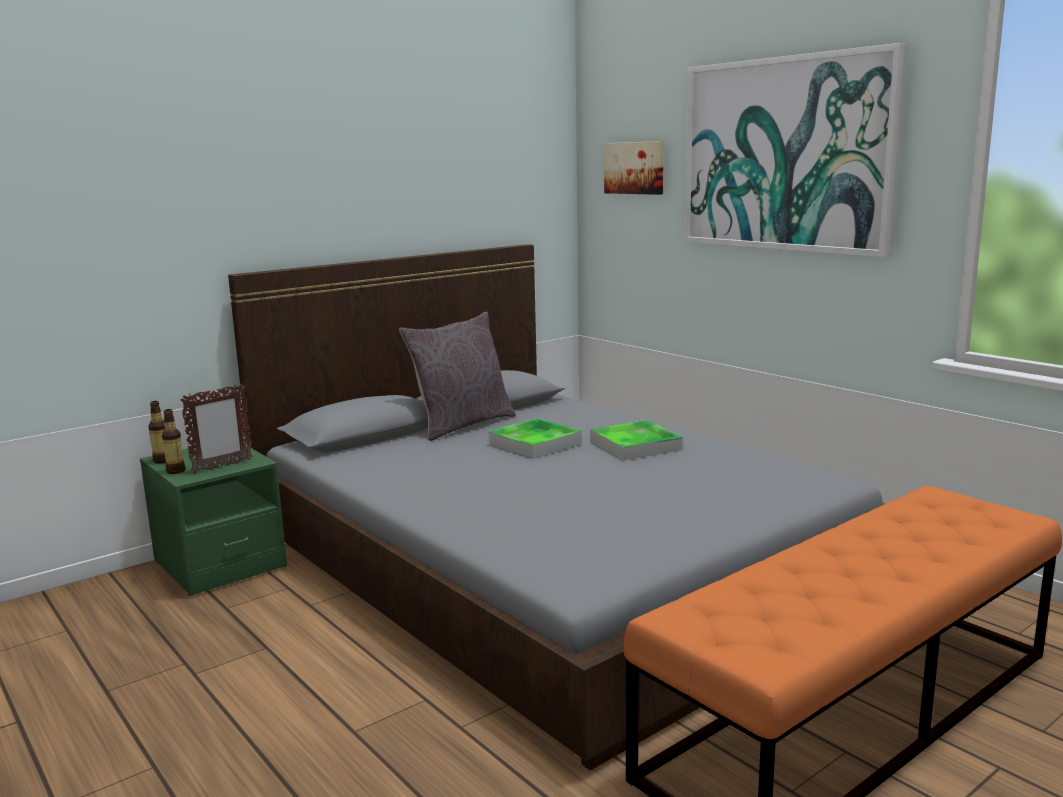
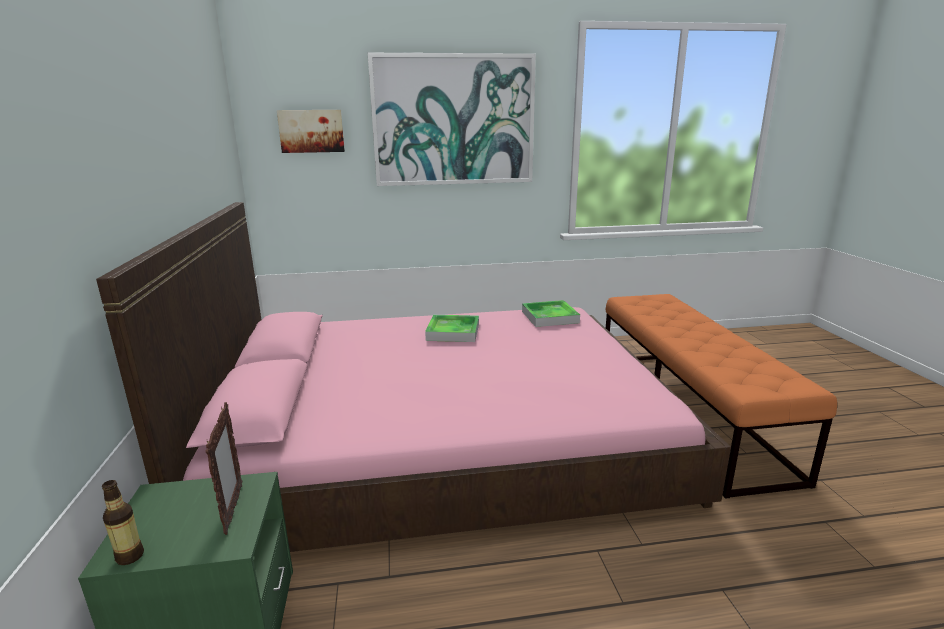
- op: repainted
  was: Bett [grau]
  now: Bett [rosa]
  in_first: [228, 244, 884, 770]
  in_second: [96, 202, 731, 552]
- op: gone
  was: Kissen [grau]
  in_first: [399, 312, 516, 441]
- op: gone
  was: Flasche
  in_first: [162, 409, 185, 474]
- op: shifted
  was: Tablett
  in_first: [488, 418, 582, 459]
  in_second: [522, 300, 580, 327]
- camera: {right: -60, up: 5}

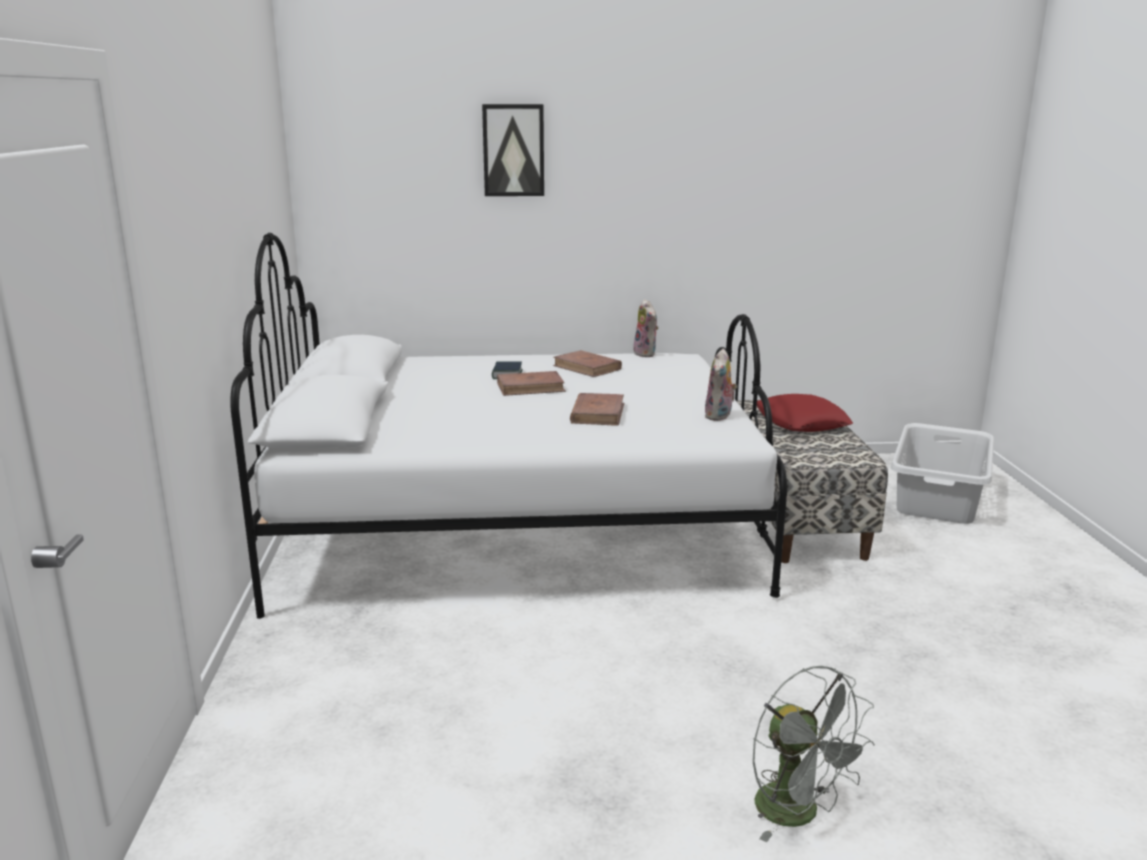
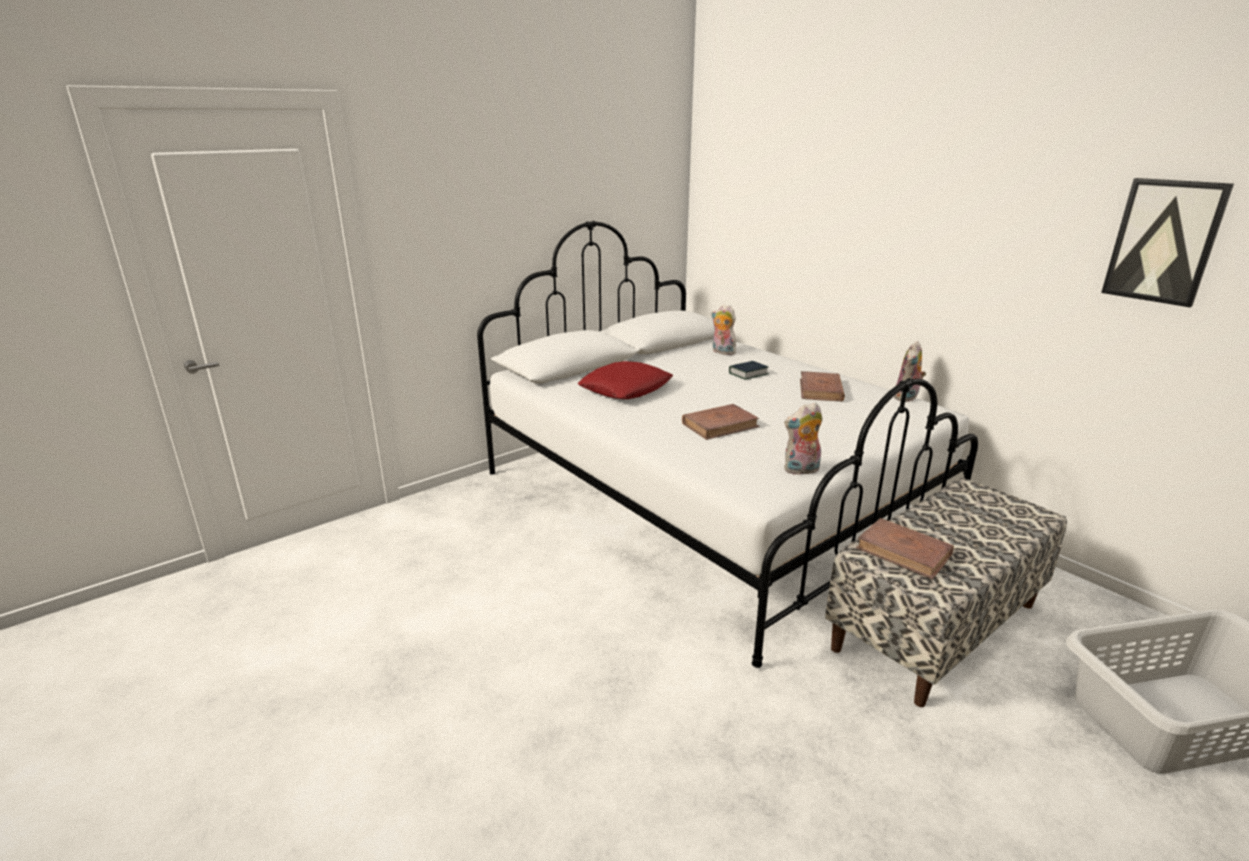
- op: shifted
  was: Bild
  in_first: [482, 104, 544, 196]
  in_second: [1101, 178, 1234, 307]
- op: shifted
  was: Buch [braun]
  in_first: [497, 371, 566, 396]
  in_second: [856, 518, 954, 580]
- op: shifted
  was: Kissen [rot]
  in_first: [757, 394, 853, 432]
  in_second: [578, 361, 673, 399]
- op: gone
  was: Ventilator [grau]
  in_first: [753, 666, 875, 842]
- op: new
  now: Plüschtier
  in_second: [711, 304, 736, 355]
- camera: {right: 55, up: 5}

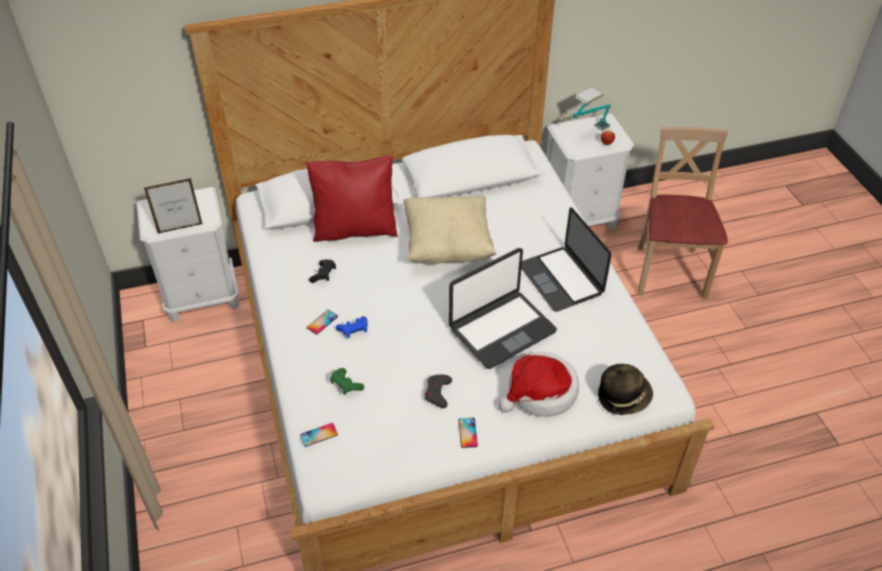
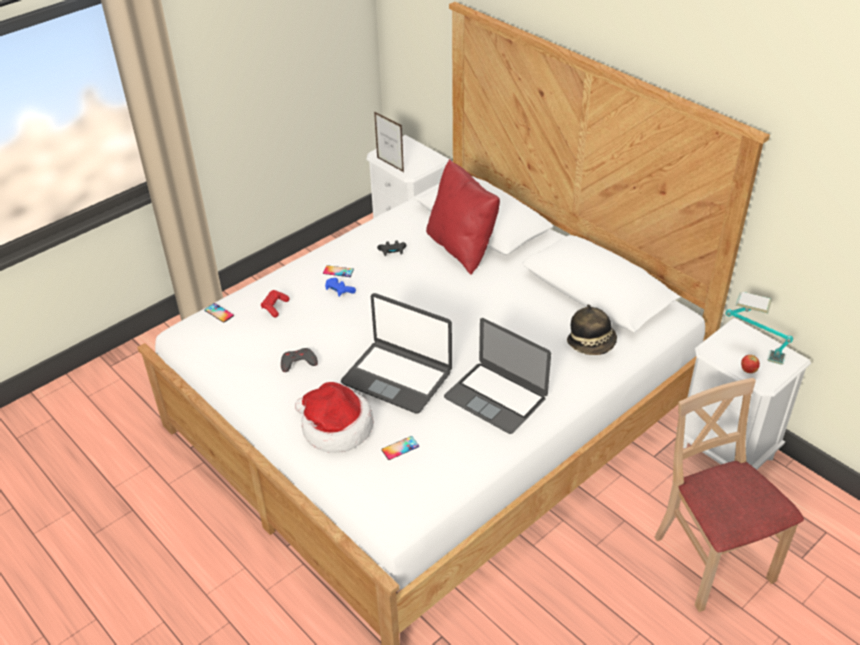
- op: rotated
  was: Stuhl [beige]
  in_first: [638, 127, 728, 299]
  in_second: [654, 378, 804, 612]
  clockwise: -90
- op: gone
  was: Kissen [beige]
  in_first: [404, 195, 497, 264]
- op: rotated
  was: Laptop
  in_first: [521, 207, 612, 312]
  in_second: [444, 318, 551, 434]
  clockwise: -90
- op: shifted
  was: Hut
  in_first: [598, 364, 653, 415]
  in_second: [567, 304, 617, 355]
- op: repainted
  was: Gamepad [grün]
  now: Gamepad [rot]
  in_first: [330, 368, 364, 395]
  in_second: [261, 290, 290, 317]
- op: shifted
  was: Handy
  in_first: [459, 418, 478, 448]
  in_second: [381, 436, 419, 460]
- camera: {right: 65, up: -5}

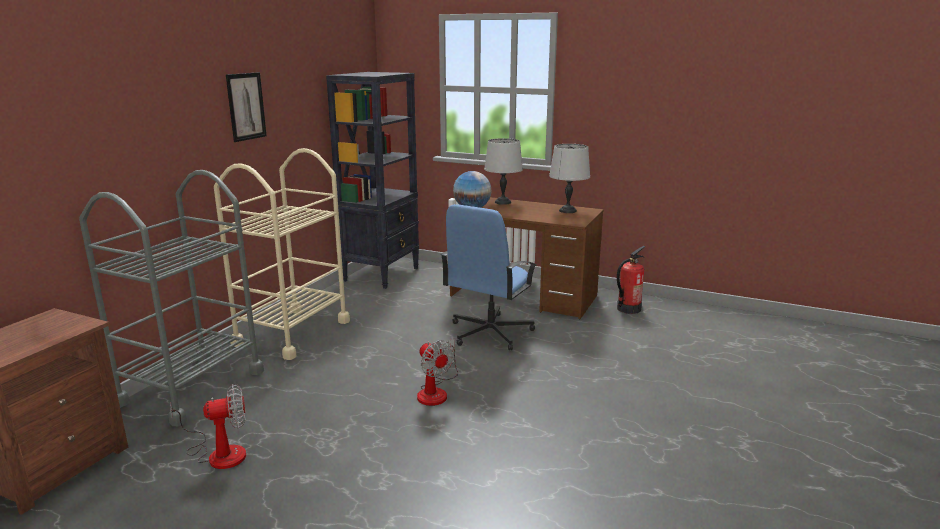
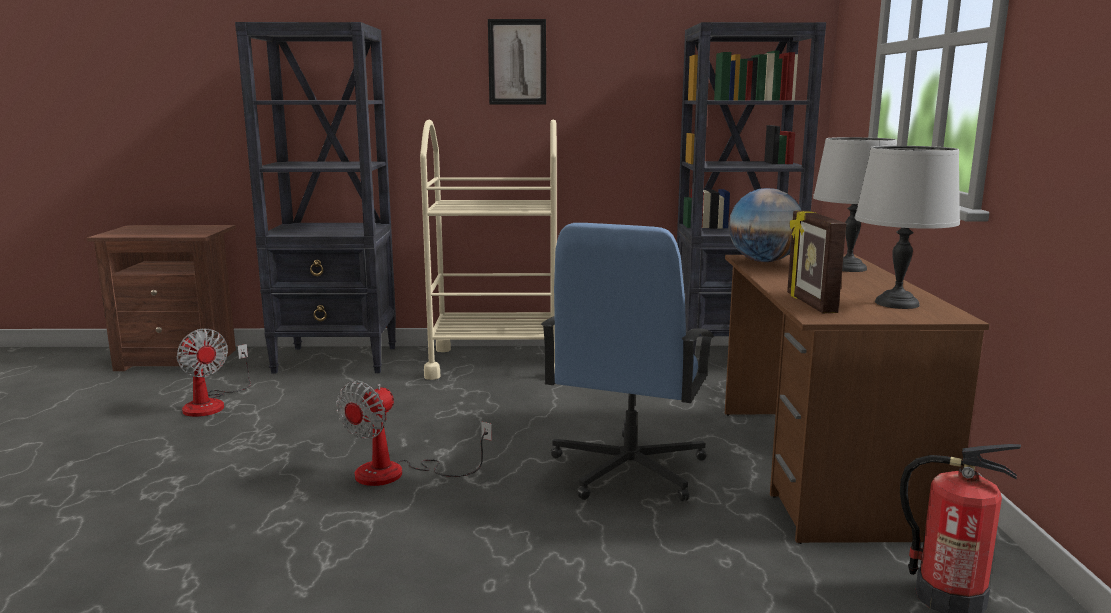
- op: swapped
  was: Rollwagen [grau]
  now: Bücherregal [schwarz]
  in_first: [79, 170, 264, 426]
  in_second: [235, 22, 396, 374]
- op: rotated
  was: Bürostuhl [blau]
  in_first: [441, 204, 536, 350]
  in_second: [541, 223, 714, 501]
  clockwise: -75
- op: new
  now: Bilderrahmen
  in_second: [787, 210, 846, 313]
- camera: {right: 65, up: -5}

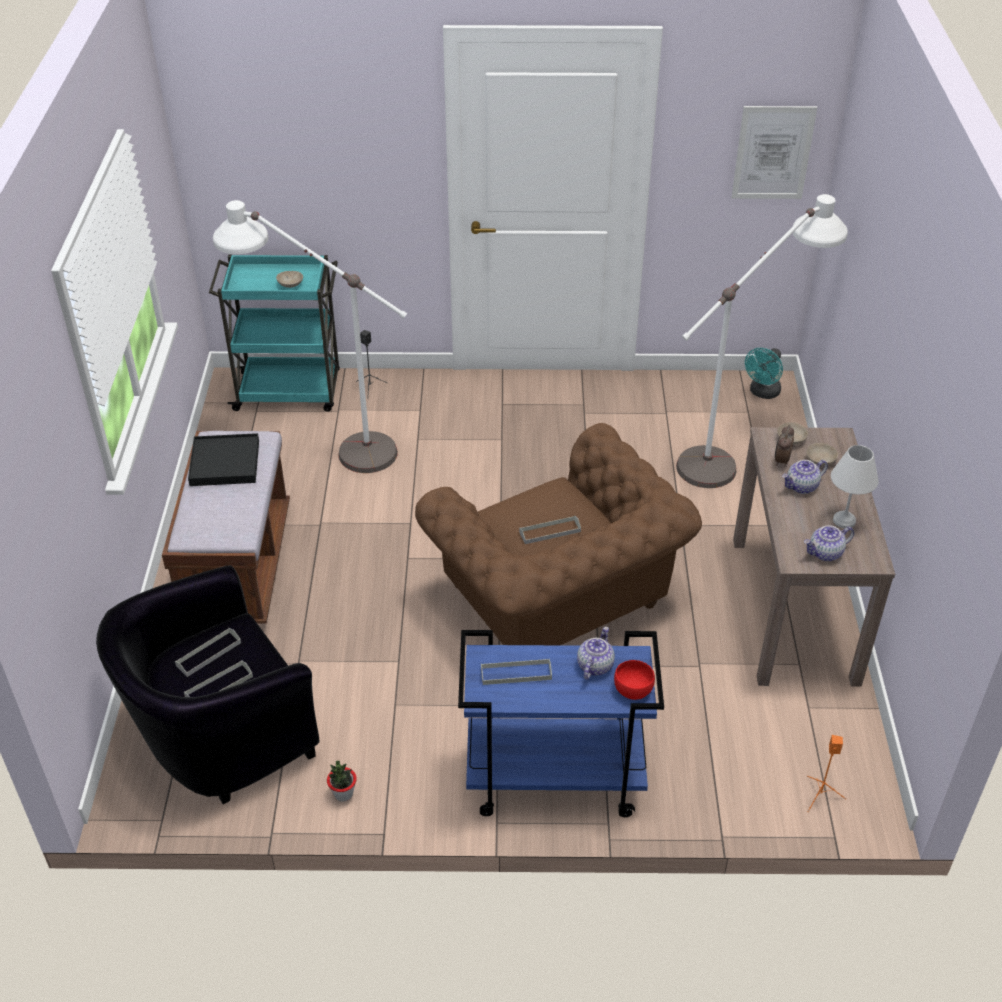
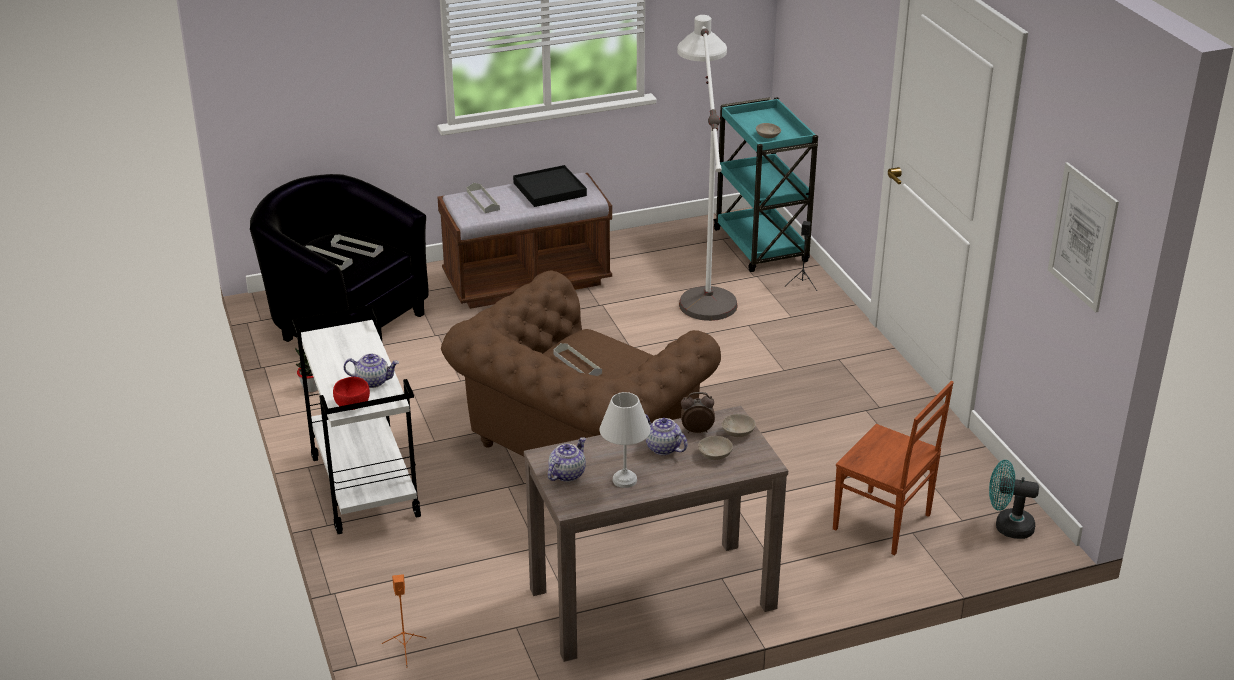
- op: swapped
  was: Stehlampe [weiß]
  now: Stuhl [braun]
  in_first: [676, 194, 848, 488]
  in_second: [833, 381, 954, 555]
- op: rotated
  was: Teekanne
  in_first: [804, 525, 854, 561]
  in_second: [548, 437, 586, 482]
  clockwise: 75
- op: repainted
  was: Rollwagen [blau]
  now: Rollwagen [weiß]
  in_first: [458, 630, 664, 817]
  in_second: [292, 304, 421, 534]
- op: shifted
  was: Tablett [grau]
  in_first: [481, 659, 552, 685]
  in_second: [467, 183, 500, 213]
- camera: {right: 70, up: -10}

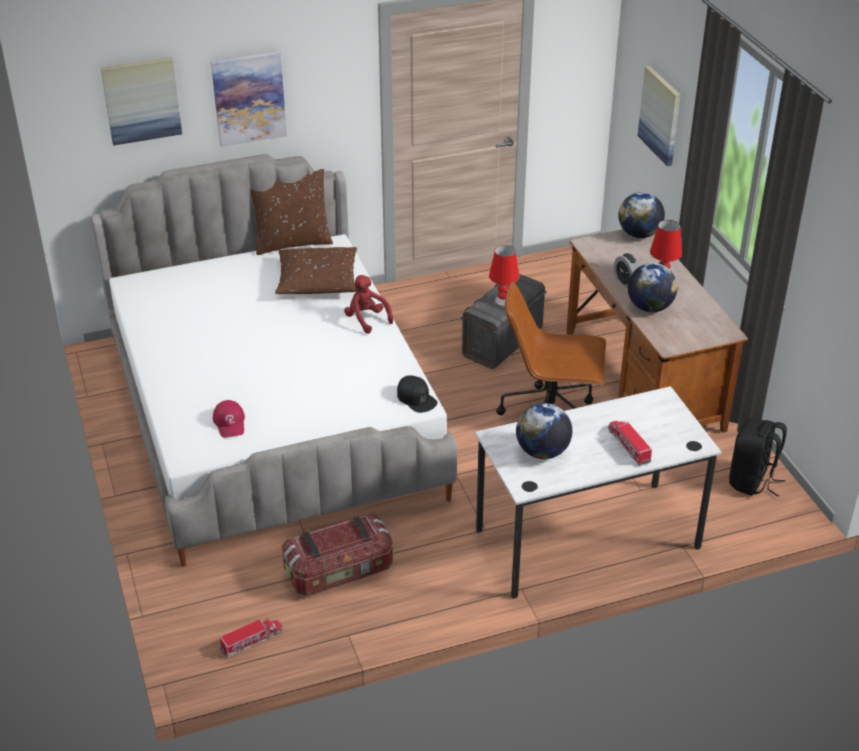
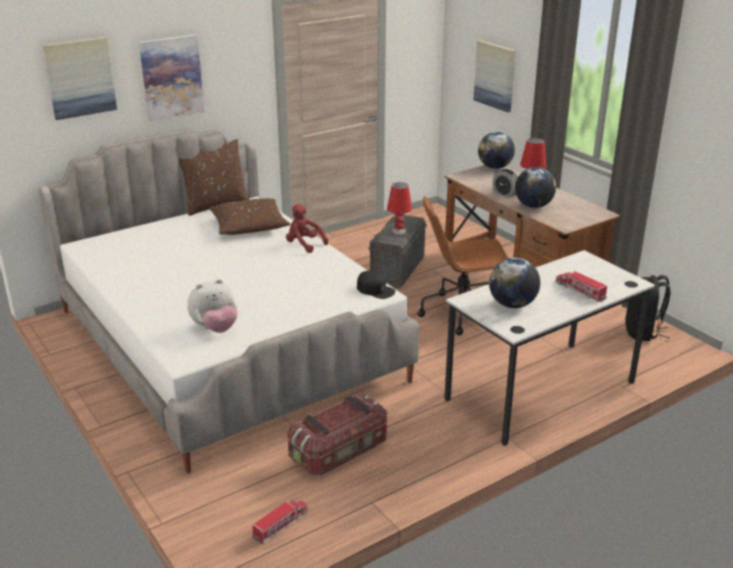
- op: swapped
  was: Kappe [rot]
  now: Plüschtier
  in_first: [213, 400, 245, 438]
  in_second: [187, 279, 238, 333]
- camera: {right: -15, up: -10}

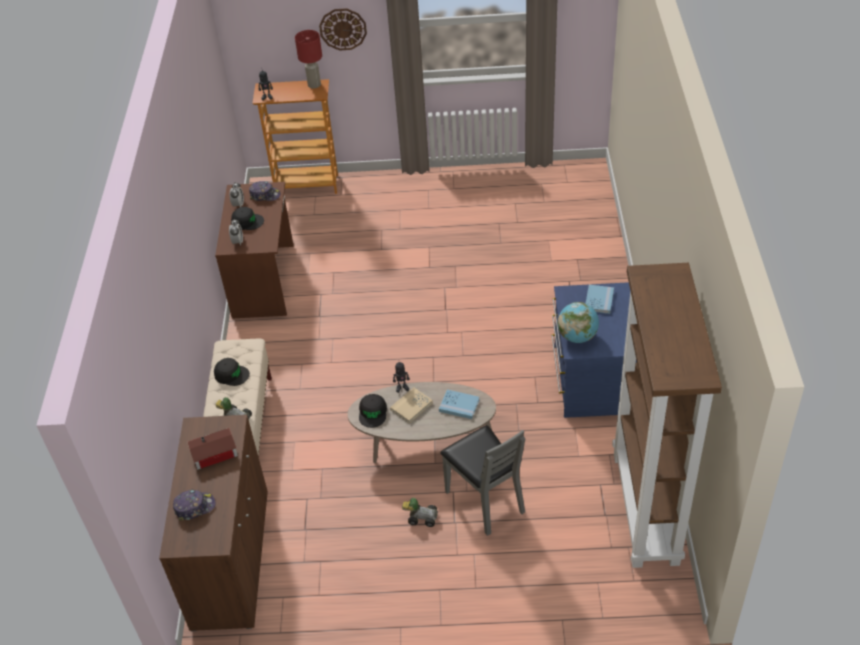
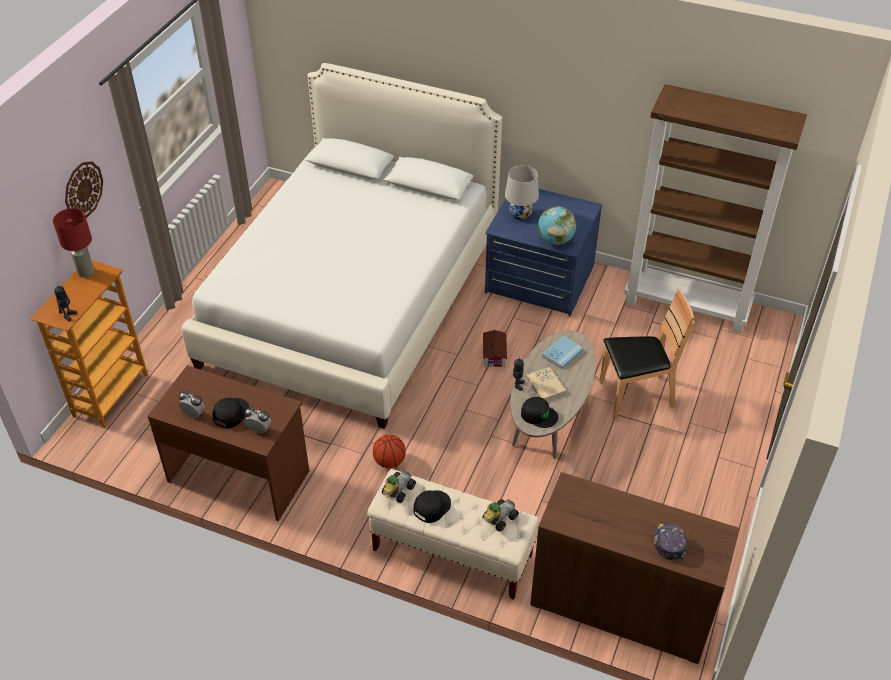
- op: gone
  was: Kappe
  in_first: [249, 181, 280, 201]
- op: swapped
  was: Buch [blau]
  now: Tischlampe [weiß]
  in_first: [586, 285, 614, 314]
  in_second: [505, 165, 539, 220]
- op: repainted
  was: Stuhl [grau]
  now: Stuhl [braun]
  in_first: [440, 425, 526, 536]
  in_second: [599, 289, 695, 419]
- op: shifted
  was: Spielzeughaus
  in_first: [187, 428, 238, 470]
  in_second: [483, 330, 507, 367]
- op: shifted
  was: Spielzeugauto
  in_first: [402, 498, 438, 527]
  in_second: [382, 471, 416, 503]
- op: new
  now: Bett [weiß]
  in_second: [182, 63, 502, 429]
- op: new
  now: Basketball
  in_second: [373, 435, 406, 468]
- camera: {right: -70, up: 0}

